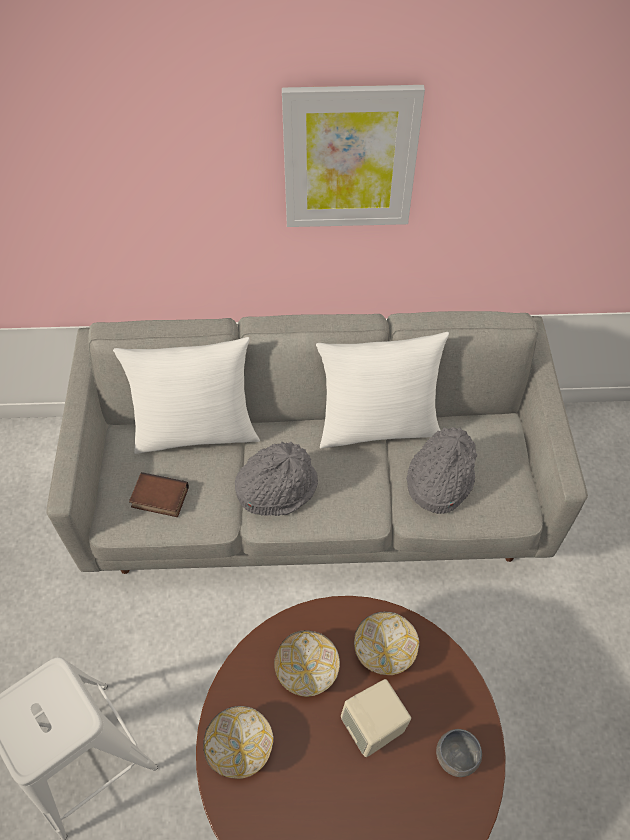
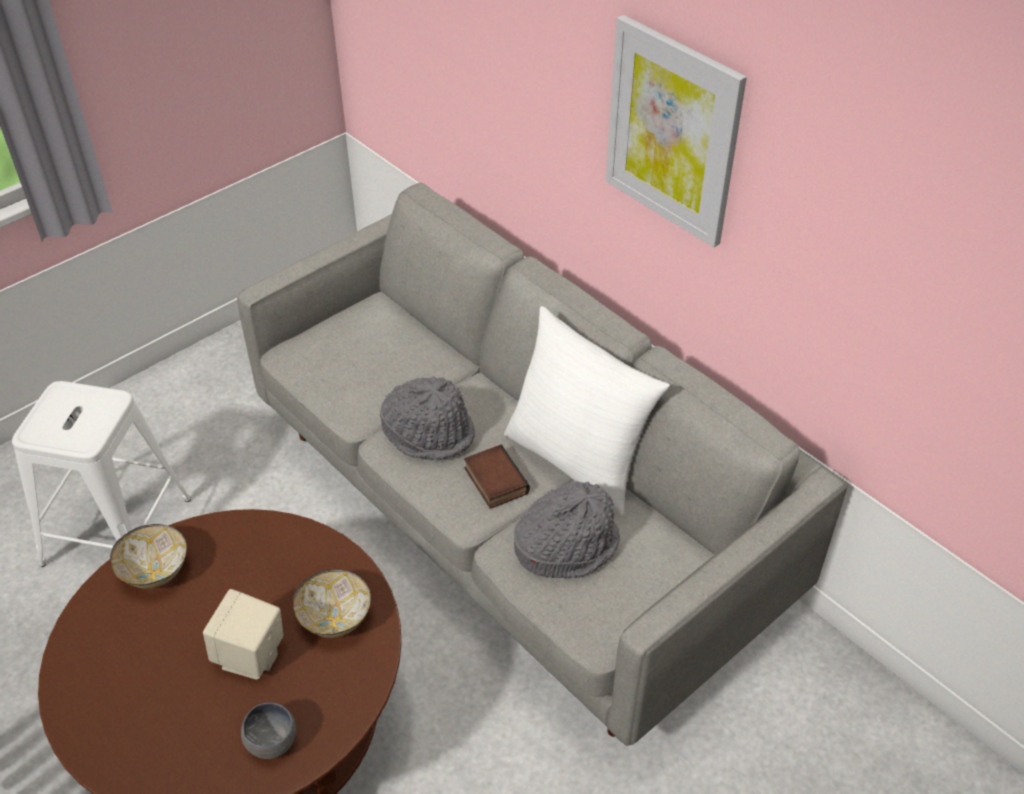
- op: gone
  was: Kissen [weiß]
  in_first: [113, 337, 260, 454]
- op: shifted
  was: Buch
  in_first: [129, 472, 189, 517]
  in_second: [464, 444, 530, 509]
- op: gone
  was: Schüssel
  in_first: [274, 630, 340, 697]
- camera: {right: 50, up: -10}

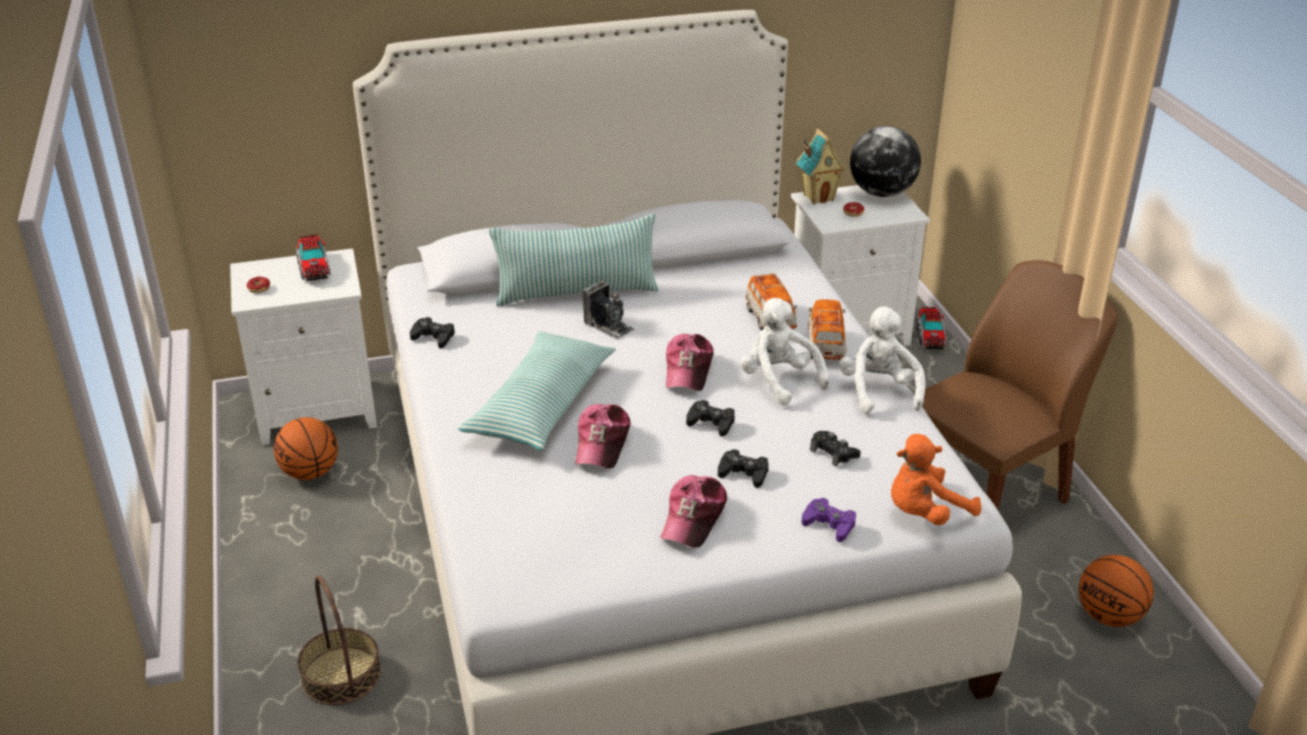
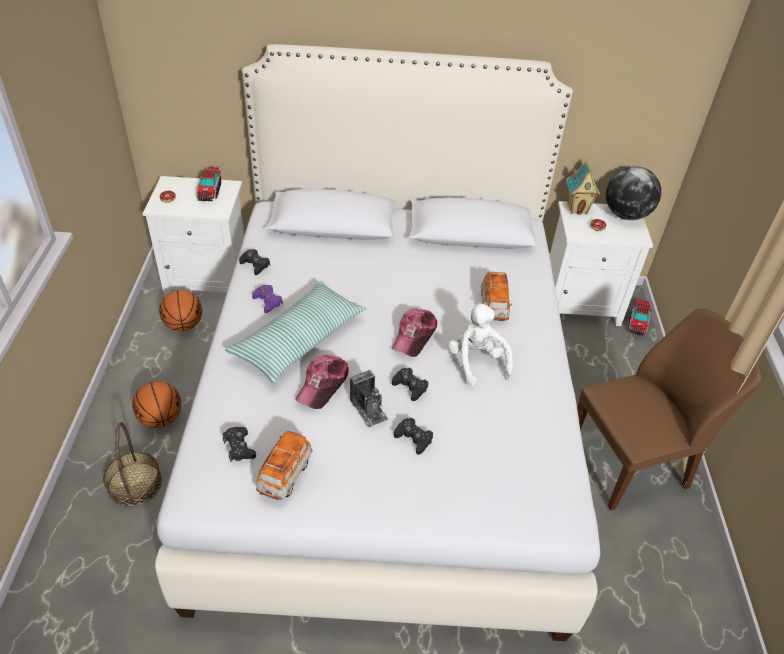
- op: gone
  was: Kissen
  in_first: [489, 214, 658, 306]
- op: shifted
  was: Kamera
  in_first: [583, 281, 634, 339]
  in_second: [350, 370, 388, 427]
- op: shifted
  was: Spielzeugauto
  in_first: [808, 300, 847, 360]
  in_second: [256, 431, 313, 500]
- op: gone
  was: Plüschtier [weiß]
  in_first: [839, 306, 925, 414]
- op: shifted
  was: Gamepad [schwarz]
  in_first: [810, 431, 861, 467]
  in_second: [222, 427, 256, 462]
- op: gone
  was: Plüschtier [orange]
  in_first: [891, 434, 982, 525]
- op: gone
  was: Kappe
  in_first: [661, 475, 727, 548]
- op: shifted
  was: Gamepad [lila]
  in_first: [801, 498, 856, 542]
  in_second: [252, 285, 283, 313]
- op: shifted
  was: Basketball
  in_first: [1079, 555, 1154, 627]
  in_second: [132, 381, 182, 428]
- camera: {right: 15, up: 10}

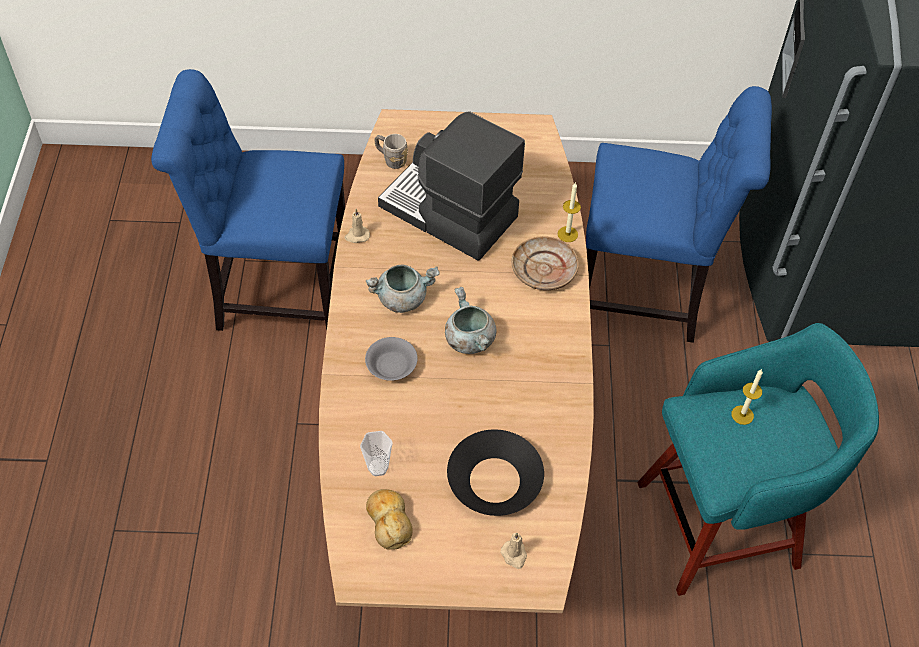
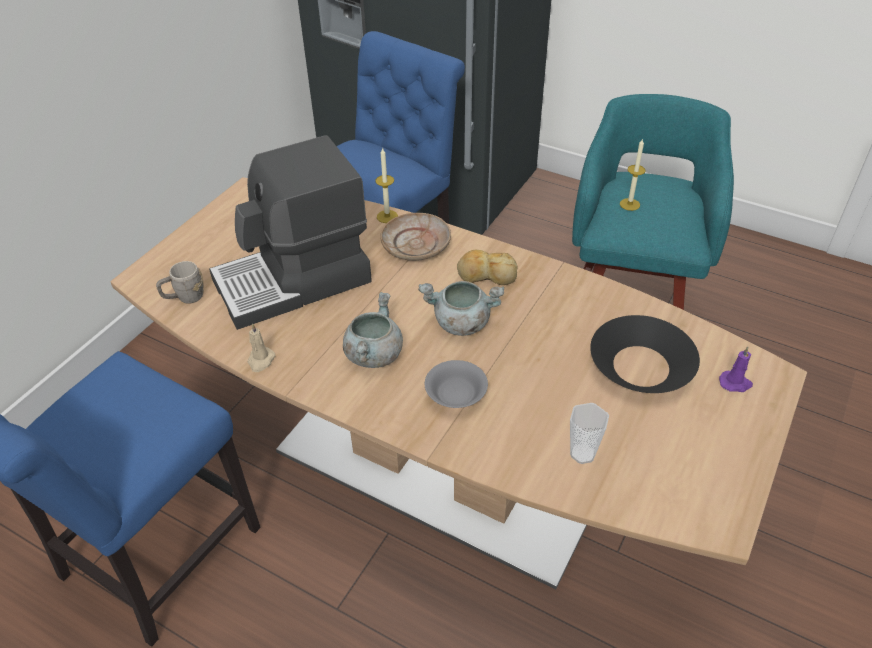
- op: shifted
  was: Brot
  in_first: [366, 489, 413, 550]
  in_second: [457, 250, 518, 285]
- op: repainted
  was: Kerze [beige]
  now: Kerze [lila]
  in_first: [500, 533, 527, 569]
  in_second: [719, 347, 753, 392]
- camera: {right: -60, up: -10}

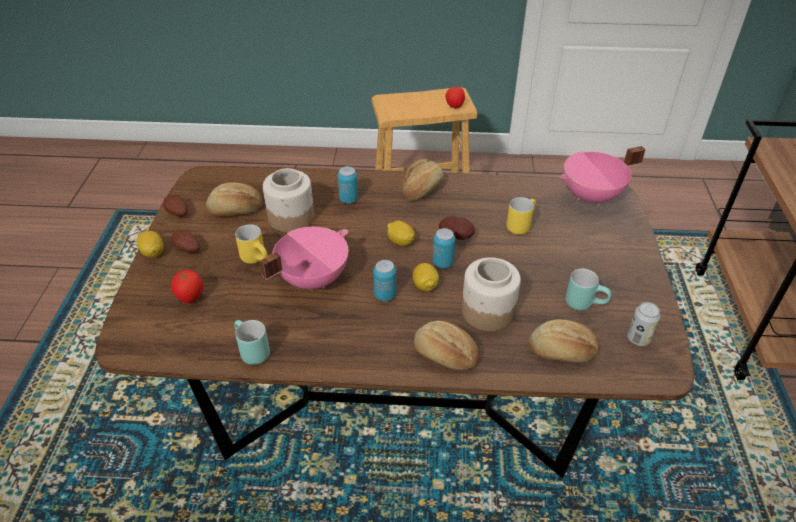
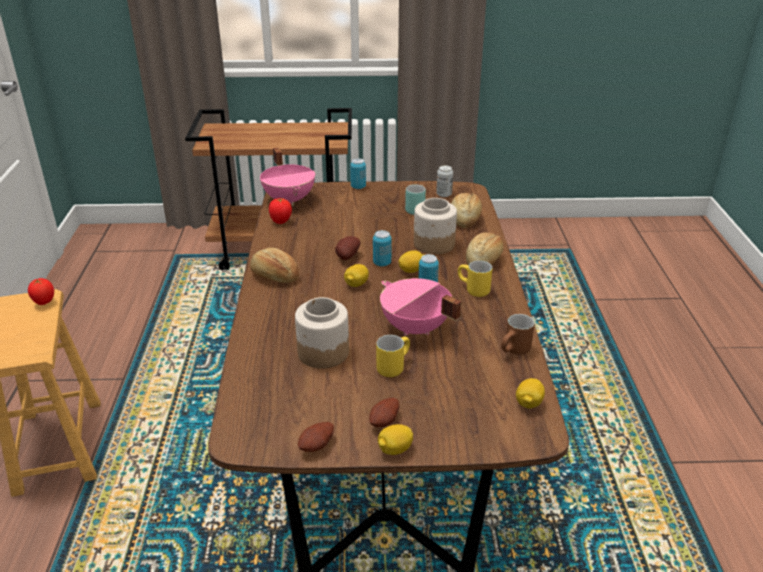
- op: shifted
  was: Dose
  in_first: [338, 166, 358, 203]
  in_second: [350, 158, 366, 189]
- op: gone
  was: Brot
  in_first: [206, 183, 263, 216]
- op: shifted
  was: Henkelbecher [gelb]
  in_first: [506, 197, 536, 235]
  in_second: [458, 260, 492, 297]
- op: shifted
  was: Tomate
  in_first: [171, 270, 203, 303]
  in_second: [269, 198, 292, 224]
- op: repainted
  was: Henkelbecher [türkis]
  now: Henkelbecher [braun]
  in_first: [234, 320, 270, 365]
  in_second: [501, 314, 534, 355]
- op: new
  now: Zitrone
  in_second: [516, 378, 545, 409]
- camera: {right: -95, up: -10}

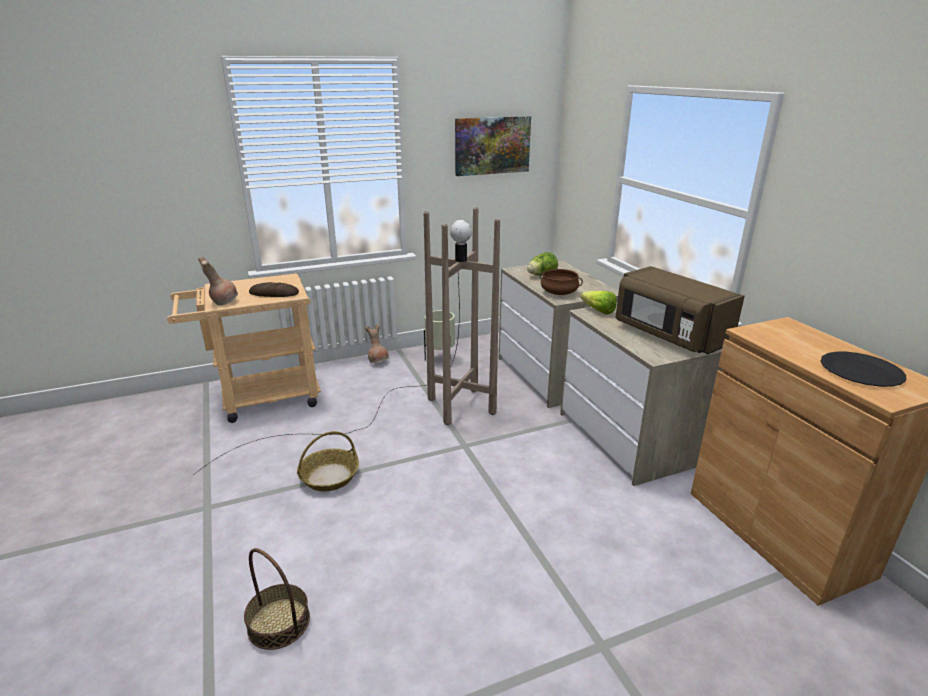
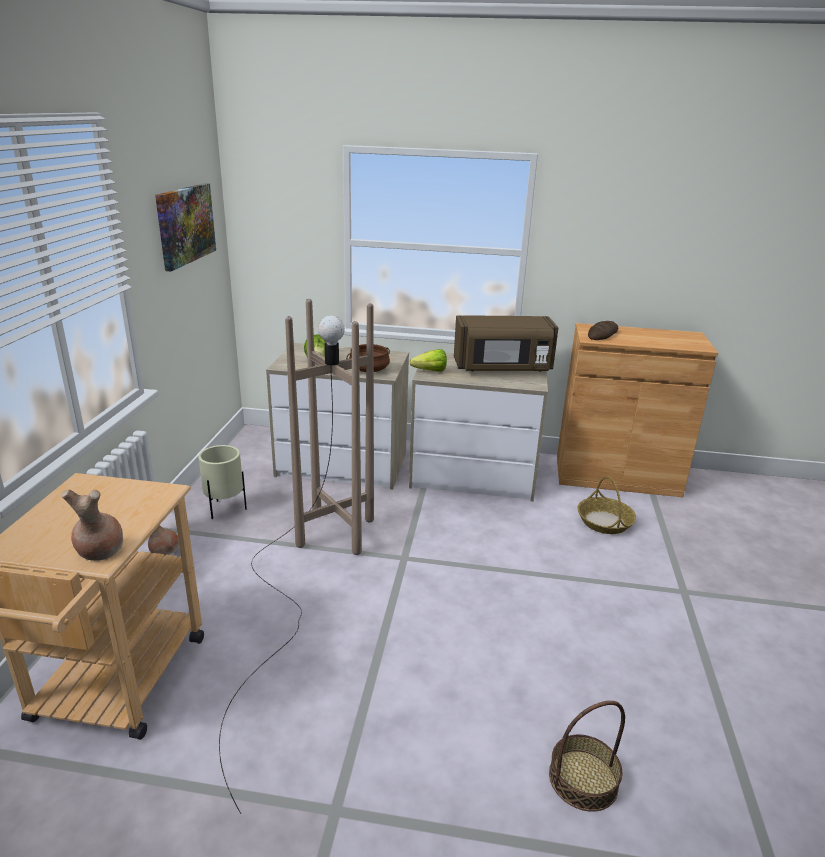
- op: shifted
  was: Brot
  in_first: [249, 282, 299, 297]
  in_second: [588, 321, 618, 340]
- op: gone
  was: Teller [schwarz]
  in_first: [820, 351, 906, 387]
- op: shifted
  was: Korb
  in_first: [297, 431, 359, 491]
  in_second: [577, 476, 636, 534]
- camera: {right: -60, up: 0}

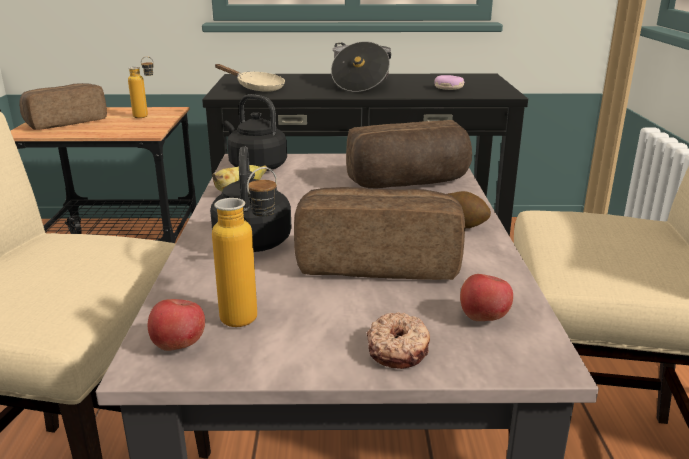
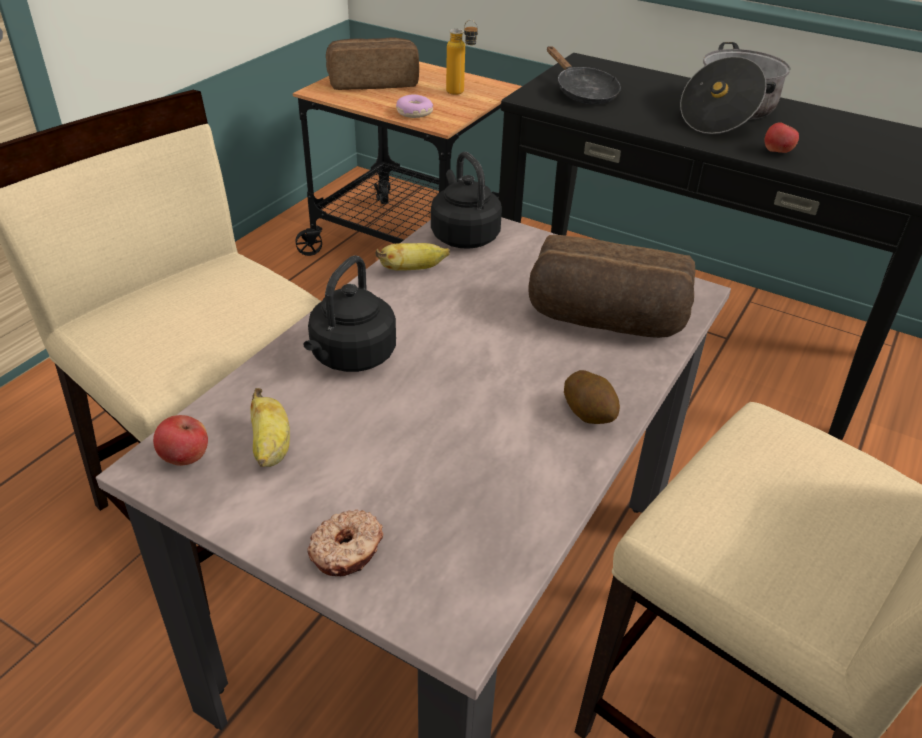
- op: repainted
  was: Pfanne [beige]
  now: Pfanne [schwarz]
  in_first: [215, 64, 285, 92]
  in_second: [547, 46, 621, 105]
- op: shifted
  was: Donut
  in_first: [434, 75, 465, 90]
  in_second: [396, 94, 433, 118]
- op: swapped
  was: Flasche
  now: Banane
  in_first: [212, 167, 277, 327]
  in_second: [251, 388, 290, 467]
- op: gone
  was: Brot
  in_first: [294, 187, 465, 280]
- op: shifted
  was: Apfel
  in_first: [460, 274, 513, 321]
  in_second: [764, 122, 799, 153]
- camera: {right: 30, up: 15}

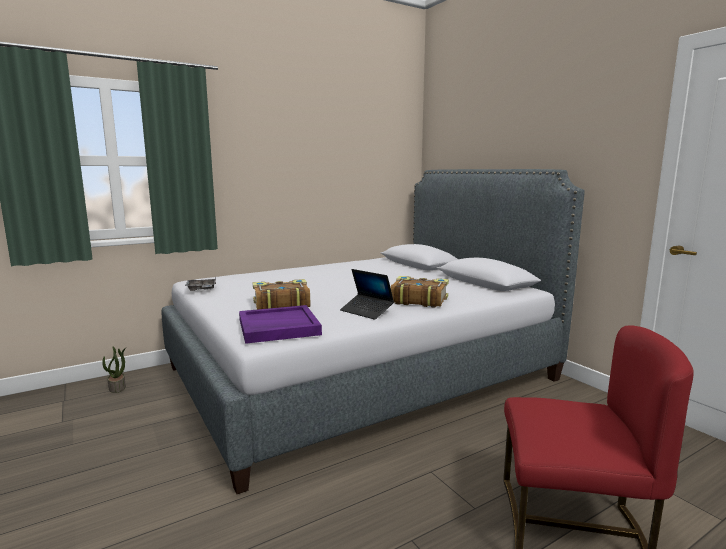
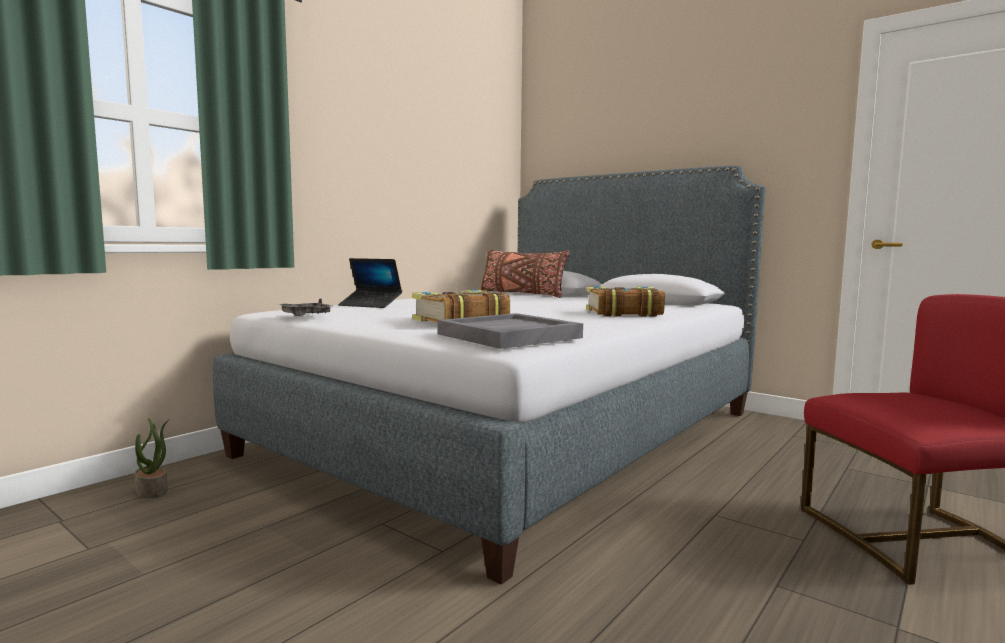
- op: shifted
  was: Laptop
  in_first: [340, 269, 394, 320]
  in_second: [338, 258, 402, 308]
- op: repainted
  was: Tablett [lila]
  now: Tablett [grau]
  in_first: [239, 305, 322, 344]
  in_second: [437, 313, 583, 349]
- op: new
  now: Kissen [braun]
  in_second: [480, 250, 570, 298]
- camera: {right: -20, up: -5}

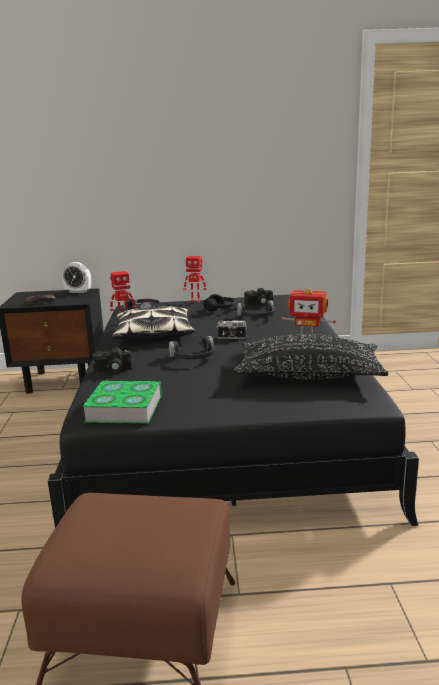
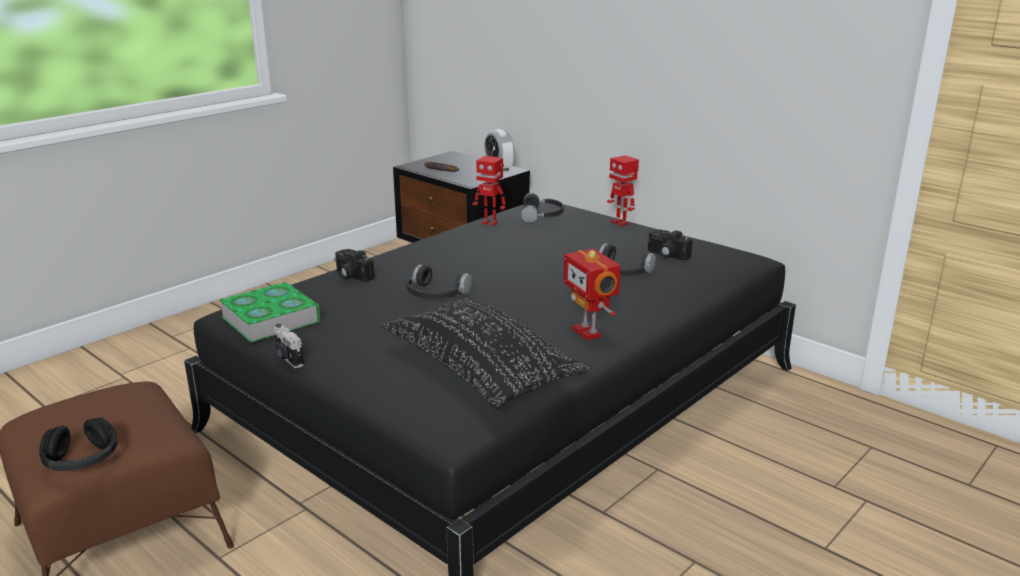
- op: shifted
  was: Kopfhörer [schwarz]
  in_first: [203, 294, 237, 312]
  in_second: [39, 417, 118, 471]
- op: gone
  was: Kissen
  in_first: [112, 306, 195, 341]
- op: shifted
  was: Kamera
  in_first: [217, 320, 247, 339]
  in_second: [274, 324, 304, 368]
- camera: {right: 45, up: 5}

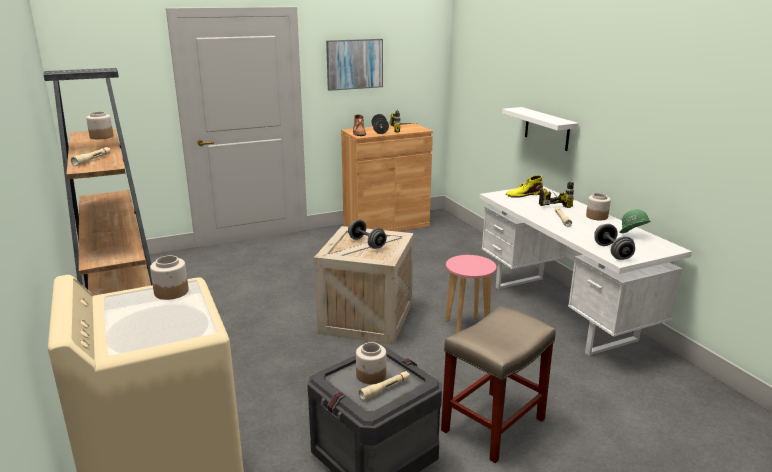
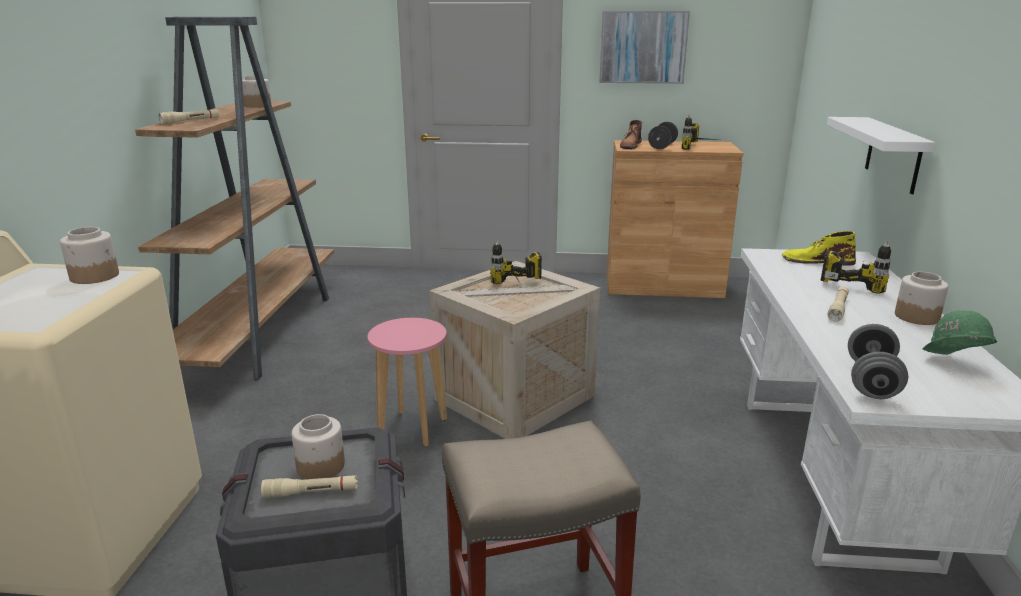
- op: swapped
  was: Hantel [grau]
  now: Bohrmaschine
  in_first: [348, 219, 387, 249]
  in_second: [490, 240, 542, 284]
- op: shifted
  was: Hocker [rosa]
  in_first: [445, 255, 496, 333]
  in_second: [368, 318, 447, 447]
- camera: {right: 30, up: 0}

